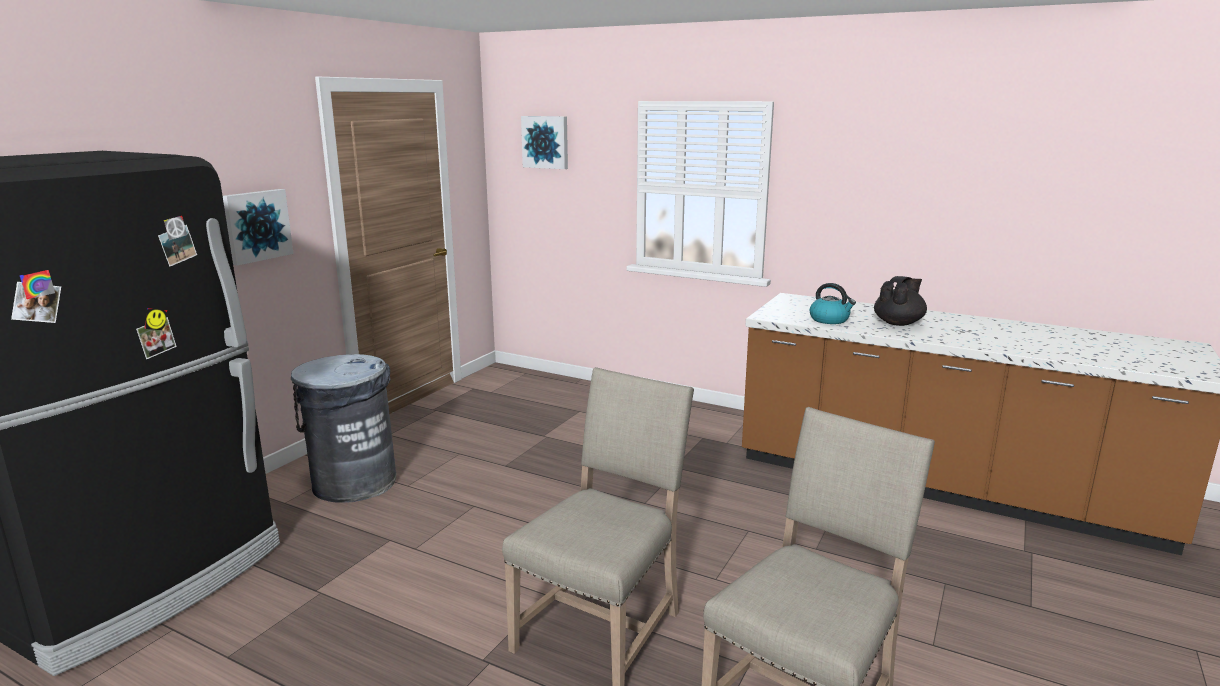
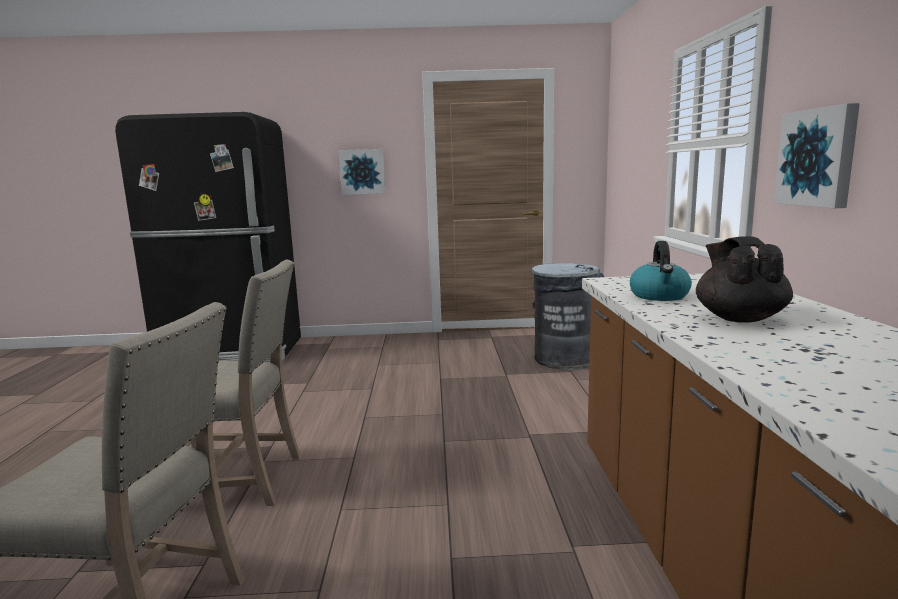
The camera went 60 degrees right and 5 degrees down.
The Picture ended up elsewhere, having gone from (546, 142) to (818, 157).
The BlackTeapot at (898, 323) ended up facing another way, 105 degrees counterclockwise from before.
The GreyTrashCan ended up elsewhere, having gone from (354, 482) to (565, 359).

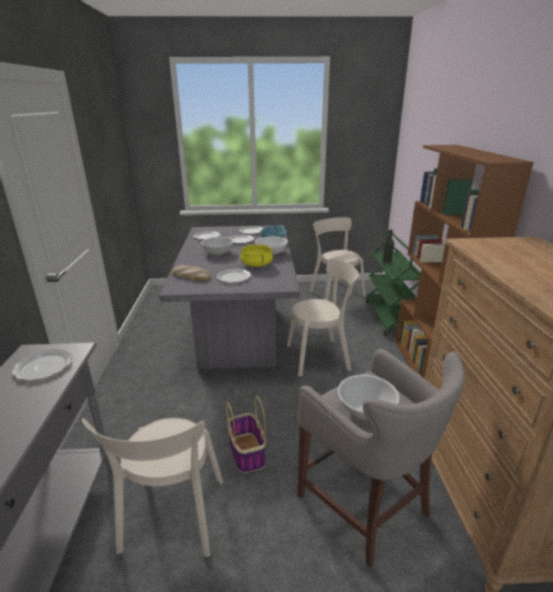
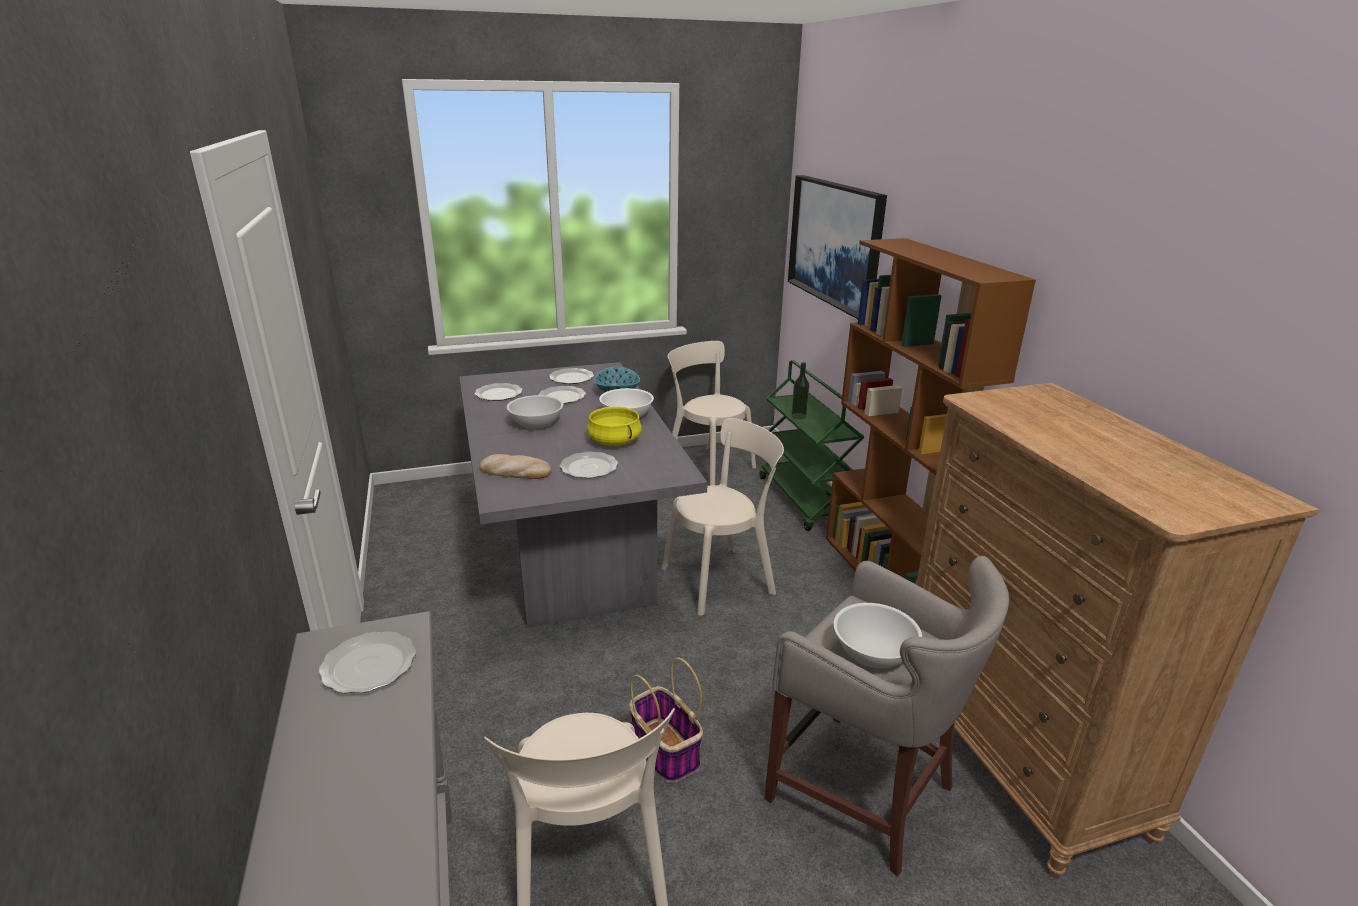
The camera went 15 degrees left and 0 degrees up.
The second view gained the Picture at (835, 243).

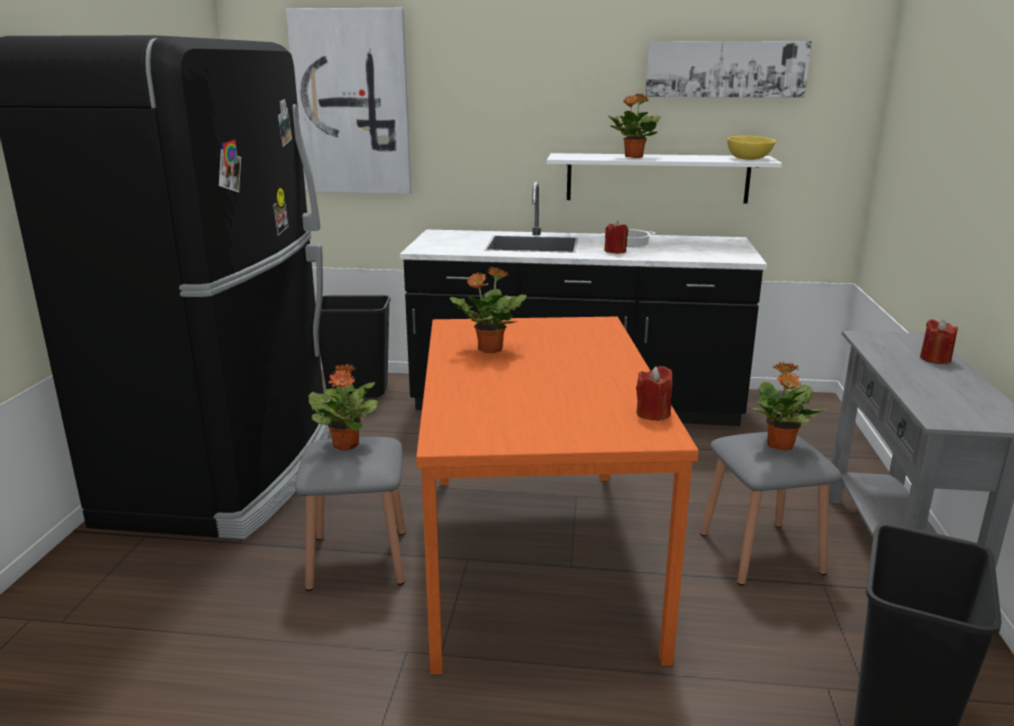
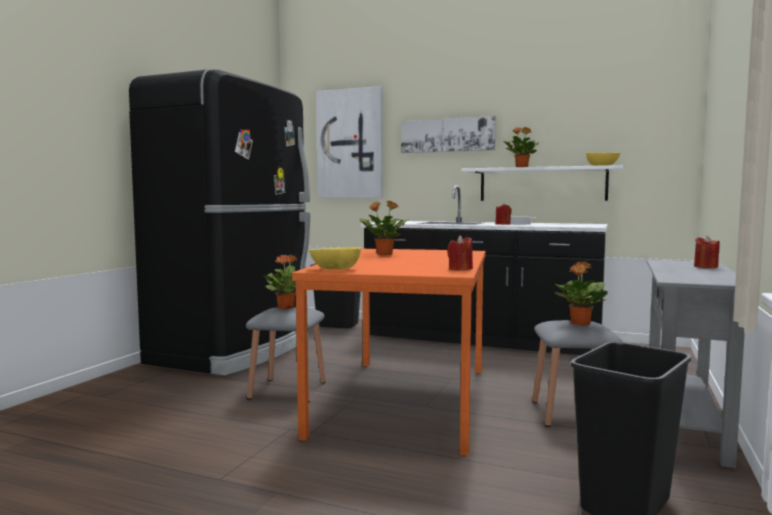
The camera went 15 degrees right and 15 degrees down.
The Picture ended up elsewhere, having gone from (725, 69) to (447, 135).
The second view gained the YellowBowl at (336, 269).

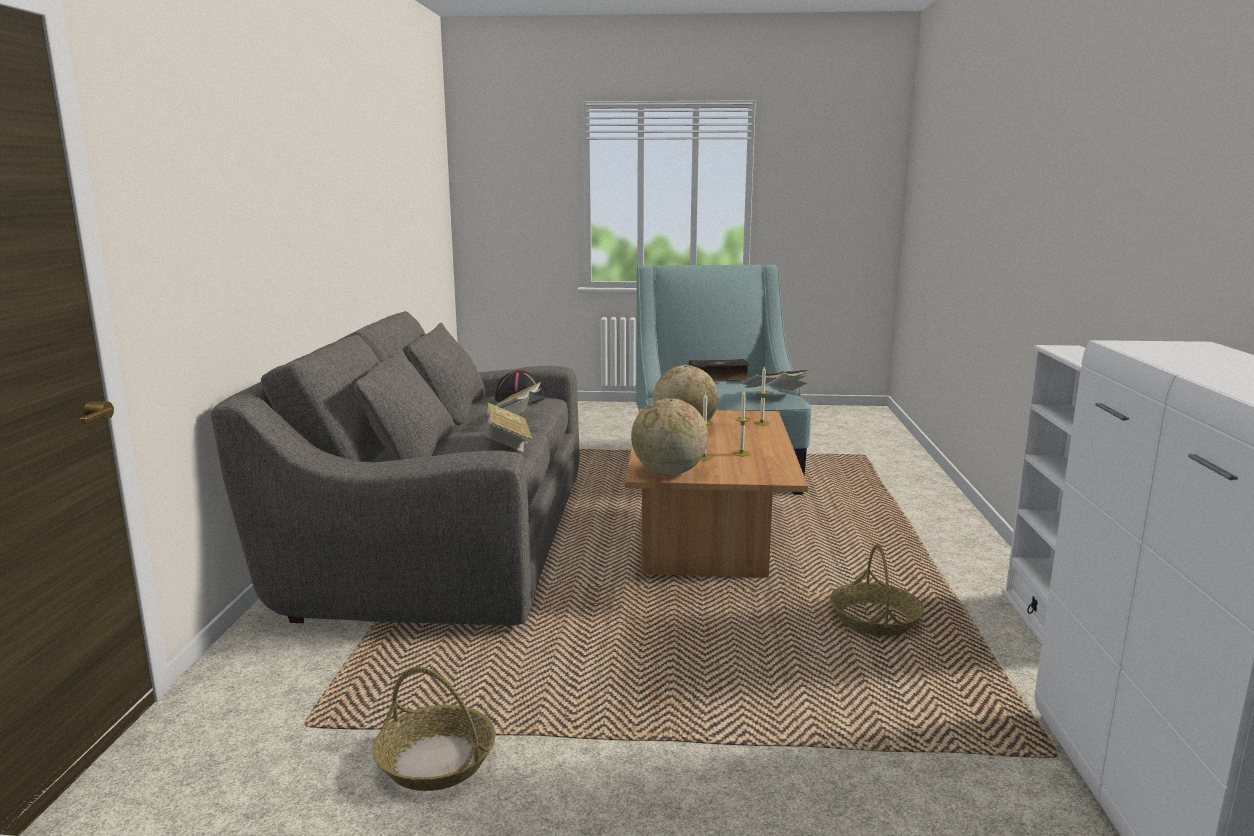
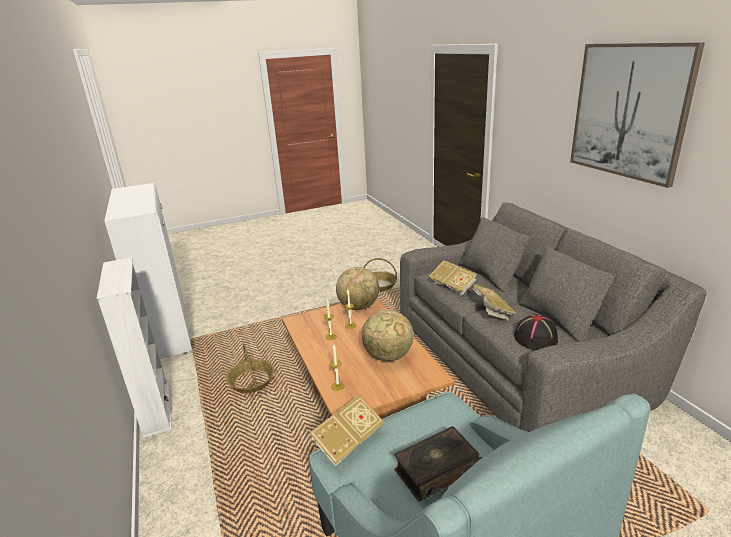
The camera went 155 degrees right and 10 degrees up.
The second view gained the Picture at (629, 111).

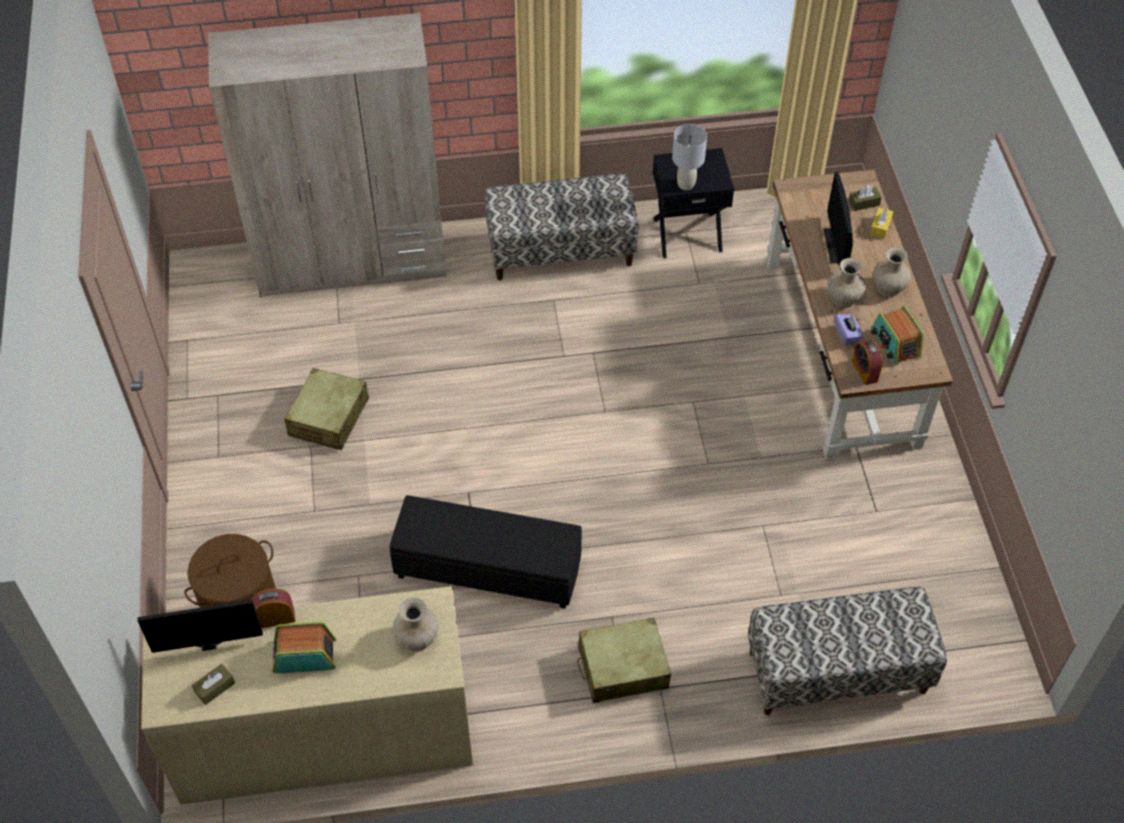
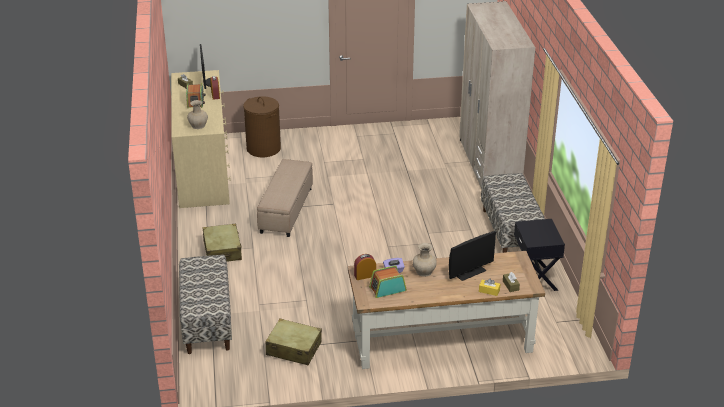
The camera went 90 degrees right and 20 degrees down.
The second view lost the GreyTableLamp at (685, 184).
The Monitor at (837, 245) ended up facing another way, 150 degrees clockwise from before.
The second view lost the BeigeVase at (887, 287).
The BeigeSuitcase ended up elsewhere, having gone from (328, 418) to (293, 349).
What was the BlackOttoman at (487, 569) turned into the BeigeOttoman at (285, 210).

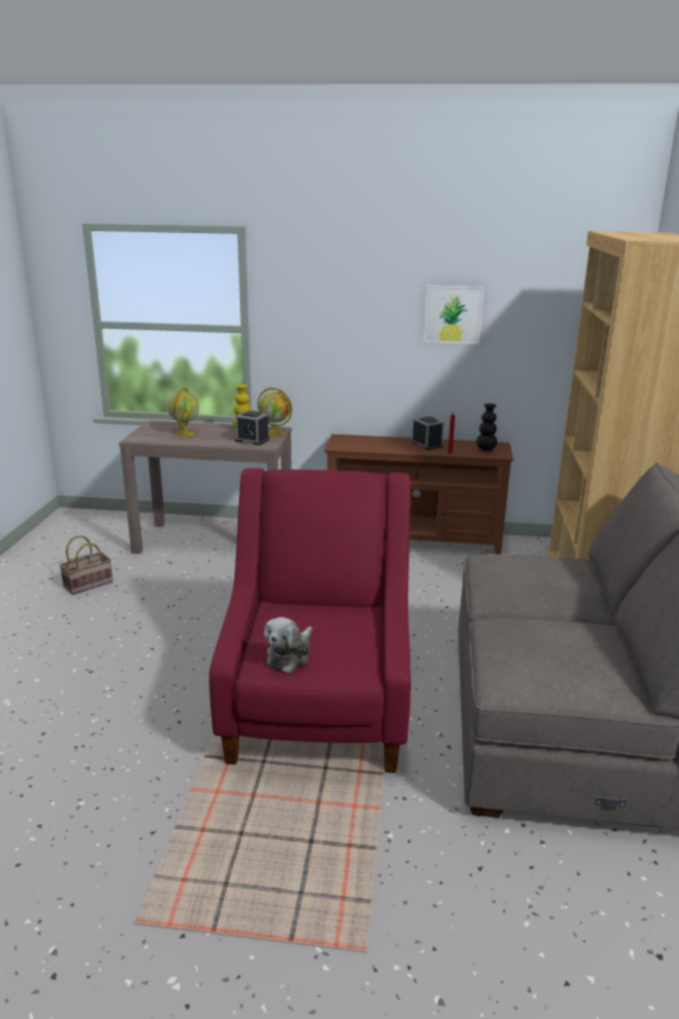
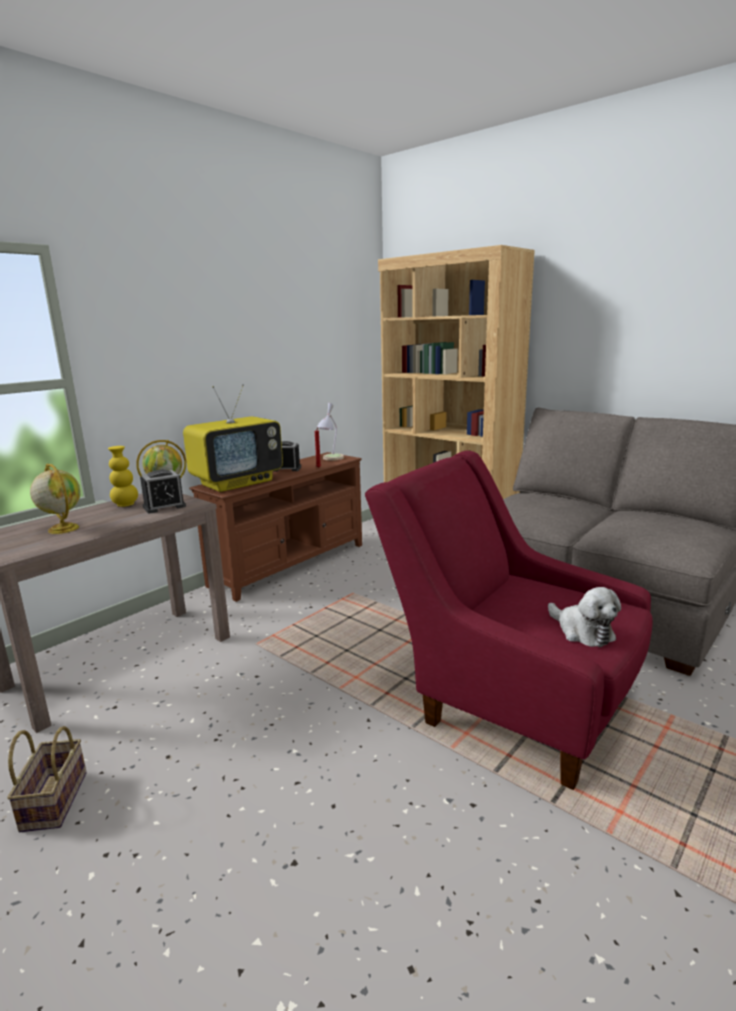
The camera went 55 degrees left and 5 degrees down.
The second view lost the Picture at (453, 314).
Where the BlackVase stood at (486, 449), the TableLamp came to stand at (330, 459).
The second view gained the Television at (237, 482).

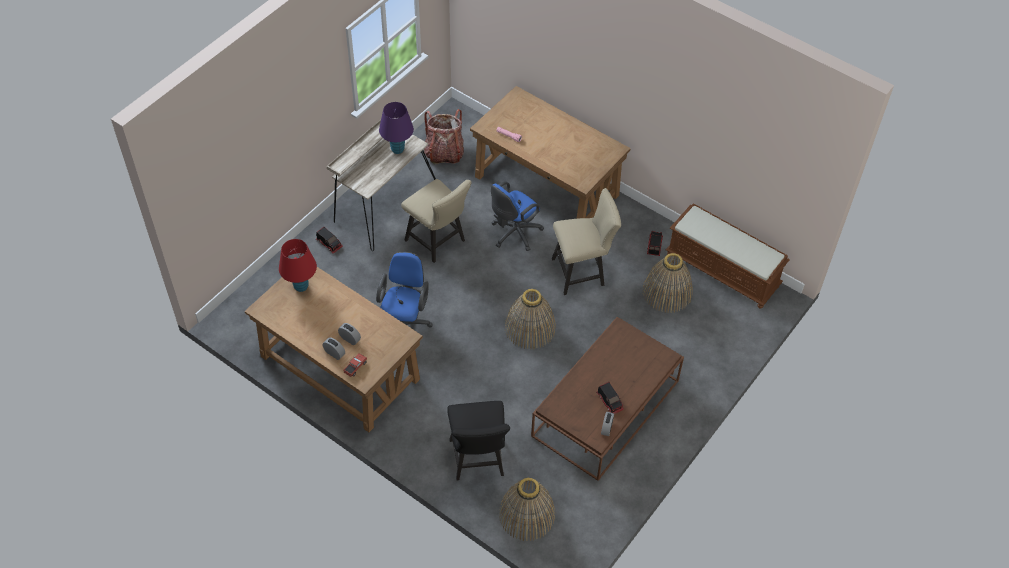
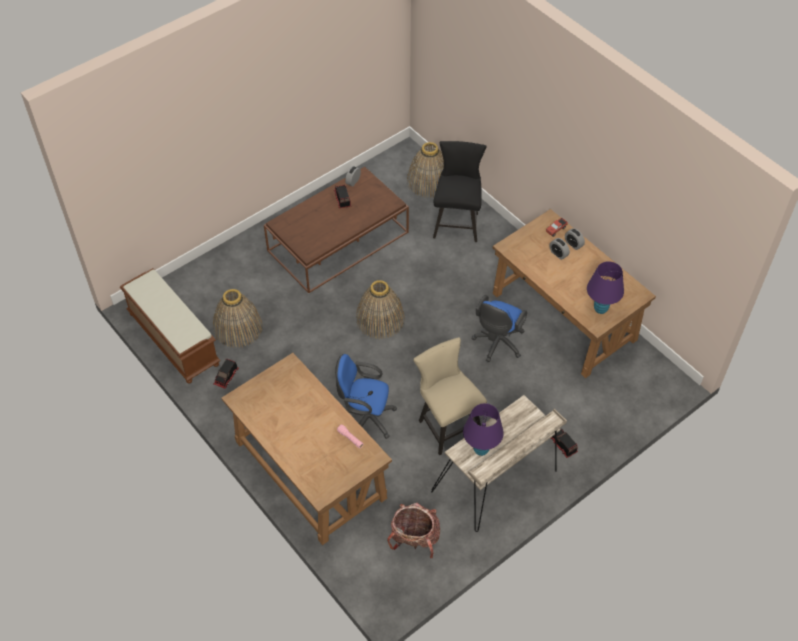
The camera went 165 degrees left and 0 degrees up.
The BlueOfficeChair at (513, 234) ended up facing another way, 135 degrees counterclockwise from before.
The second view lost the BeigeChair at (582, 272).
What was the RedTableLamp at (301, 286) turned into the PurpleTableLamp at (600, 309).

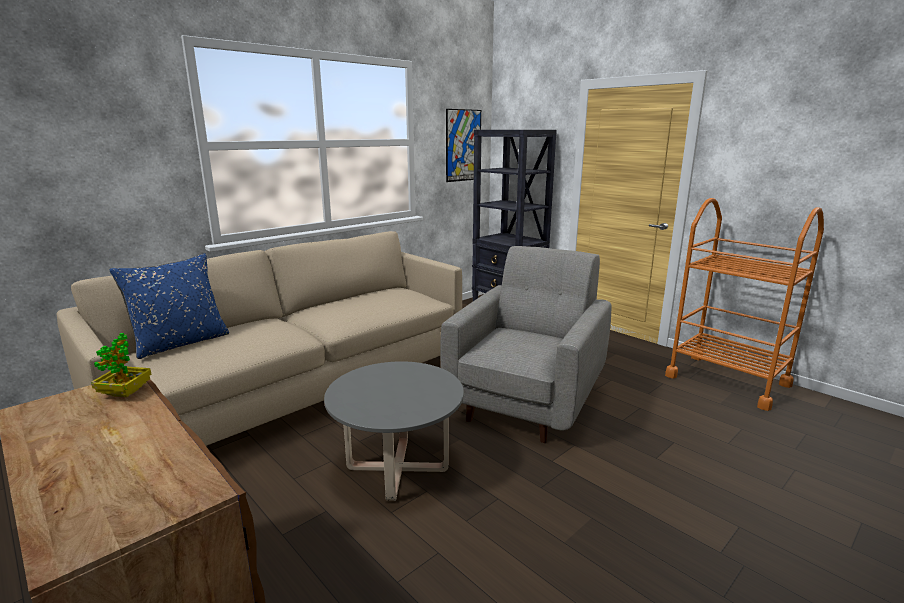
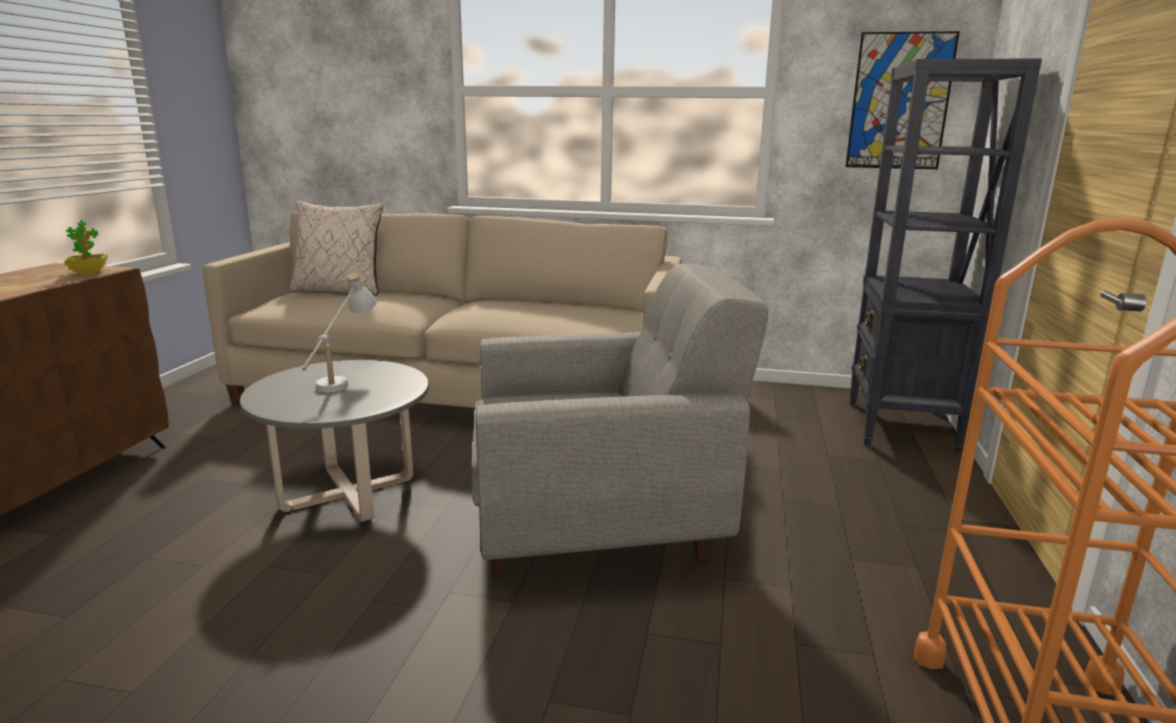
The camera went 55 degrees right and 0 degrees up.
What was the BluePillow at (181, 343) turned into the BeigePillow at (339, 291).
The second view gained the WhiteTableLamp at (343, 379).

